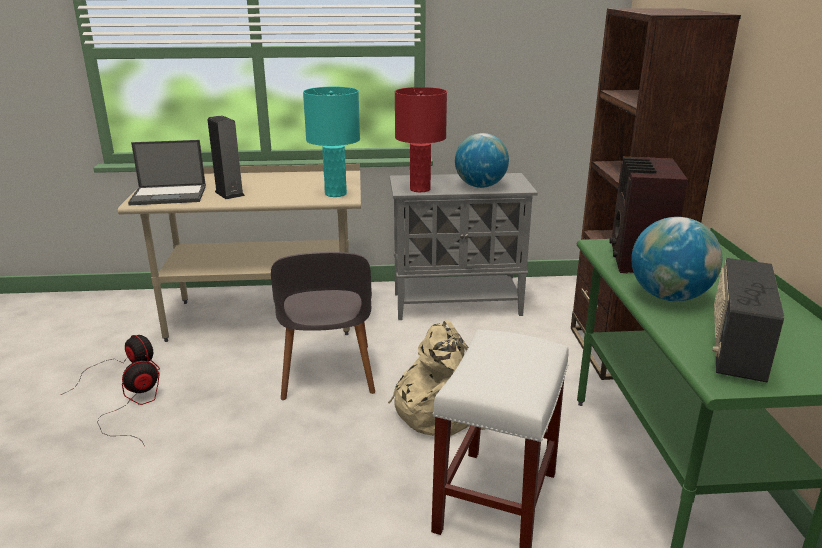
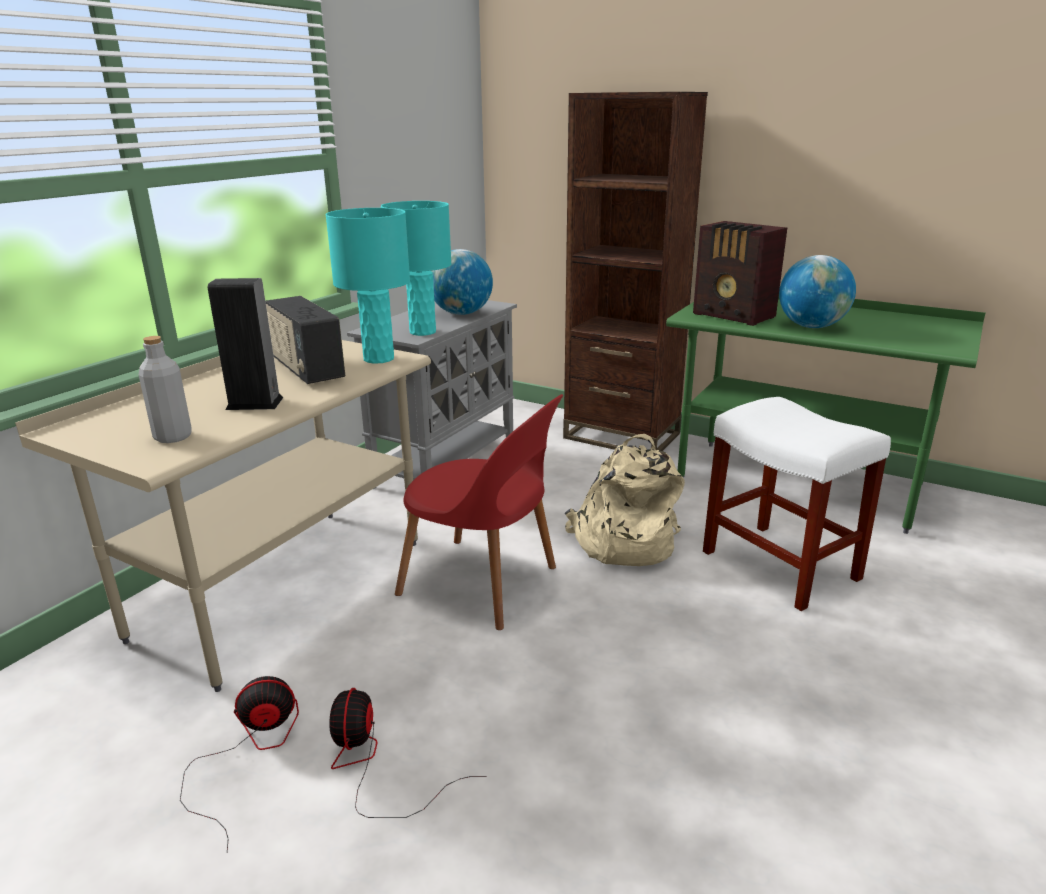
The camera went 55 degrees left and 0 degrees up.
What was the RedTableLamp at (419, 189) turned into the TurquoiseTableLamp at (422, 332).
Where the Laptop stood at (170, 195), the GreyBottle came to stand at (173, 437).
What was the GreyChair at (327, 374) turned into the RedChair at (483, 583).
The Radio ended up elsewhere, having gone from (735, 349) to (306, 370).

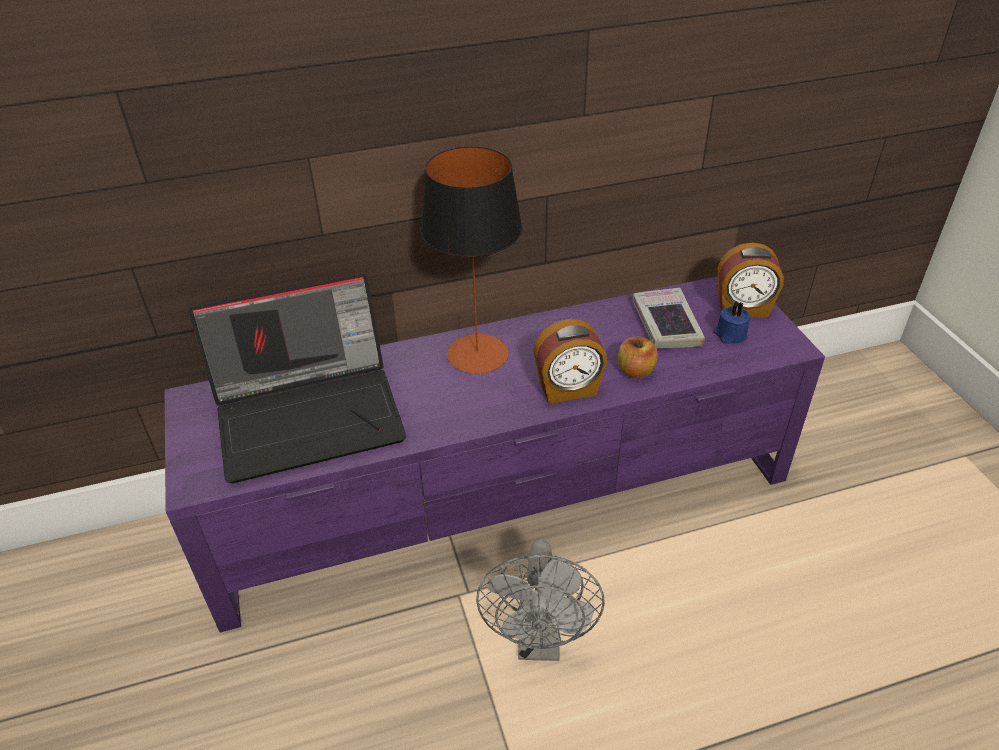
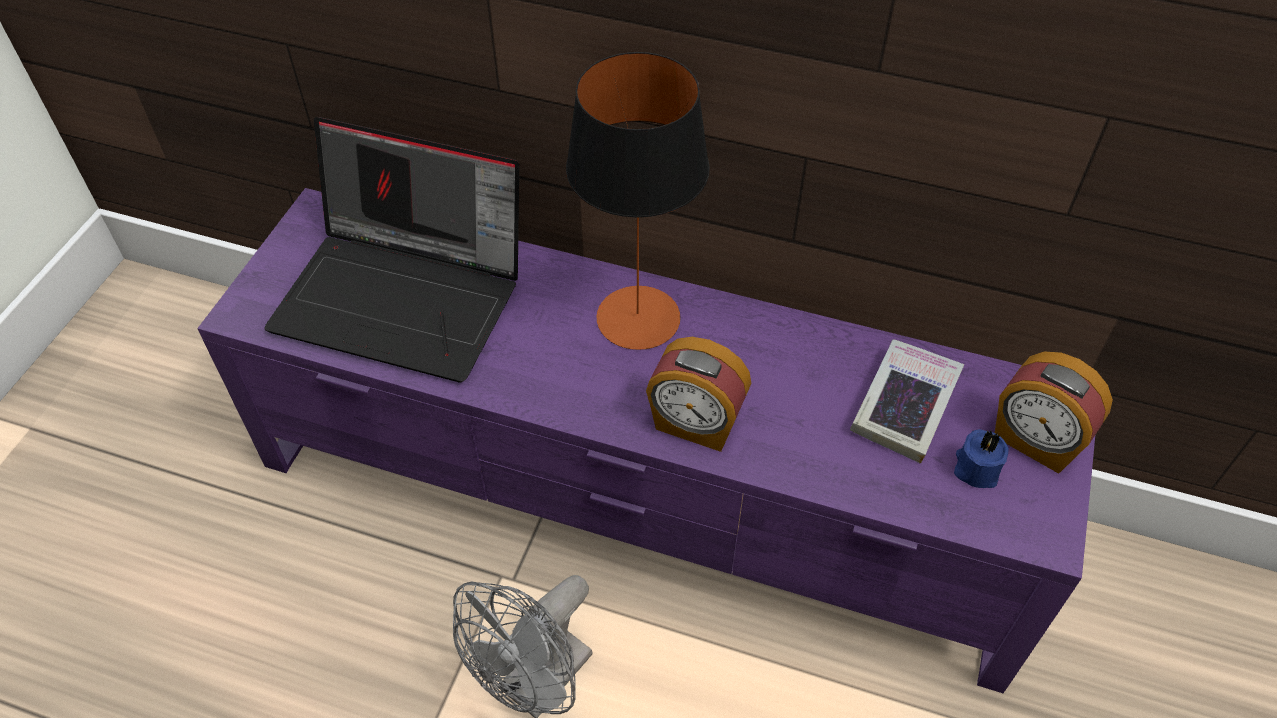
The camera went 35 degrees right and 10 degrees up.
The second view lost the Apple at (635, 371).

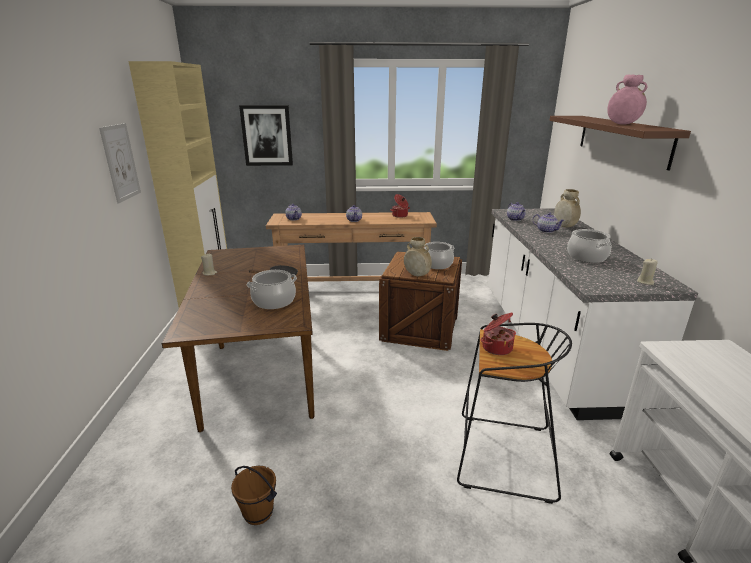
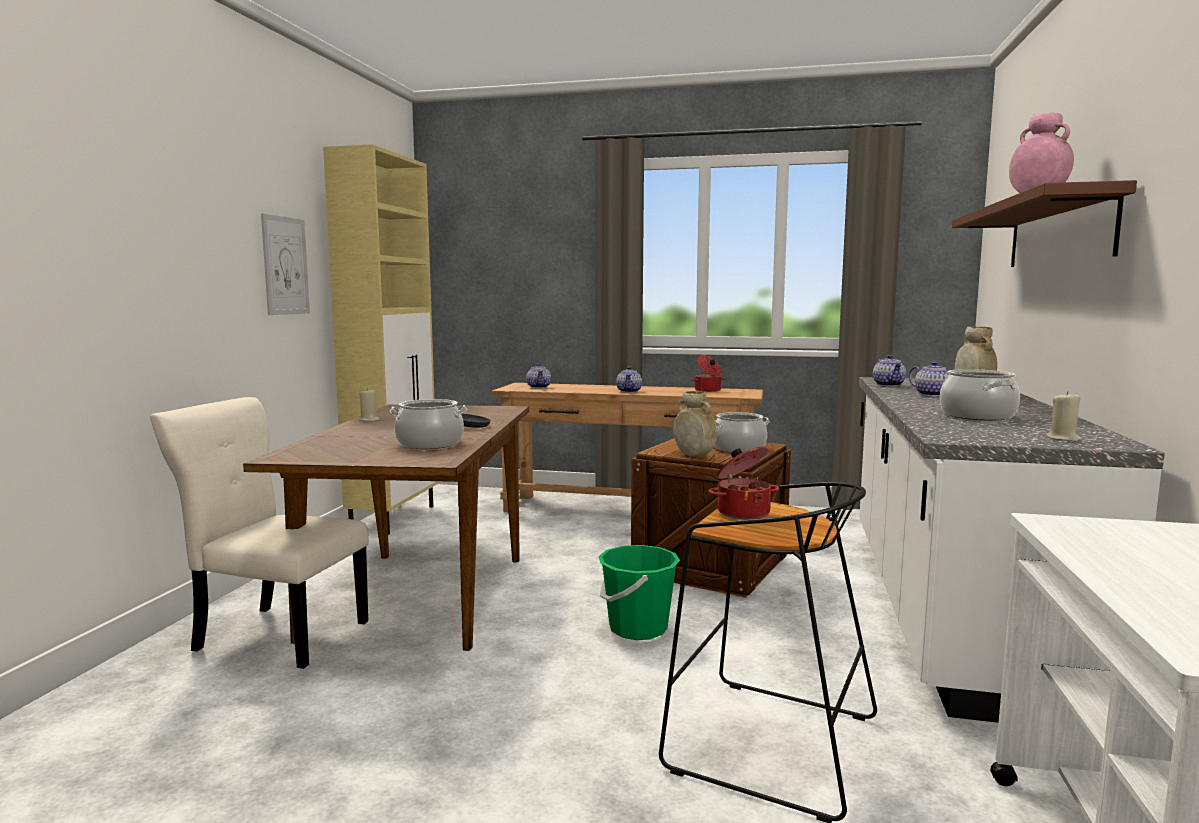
The camera went 15 degrees right and 15 degrees down.
The second view lost the Picture at (267, 135).
The second view lost the BrownBucket at (258, 513).
The second view gained the BeigeChair at (277, 635).
The second view gained the GreenBucket at (637, 628).

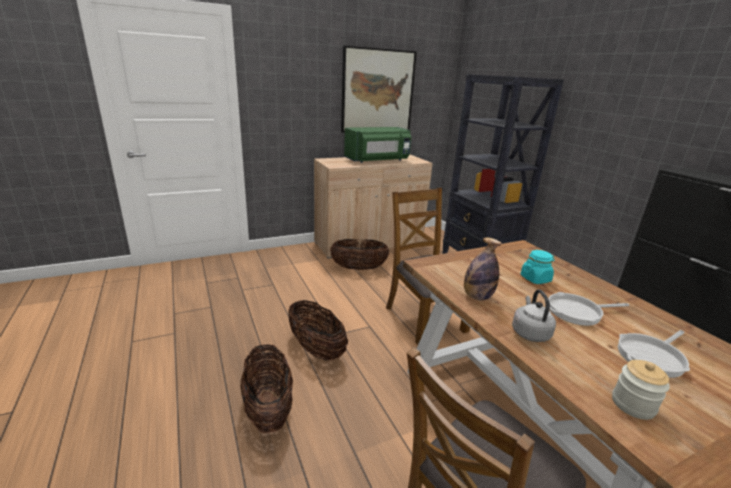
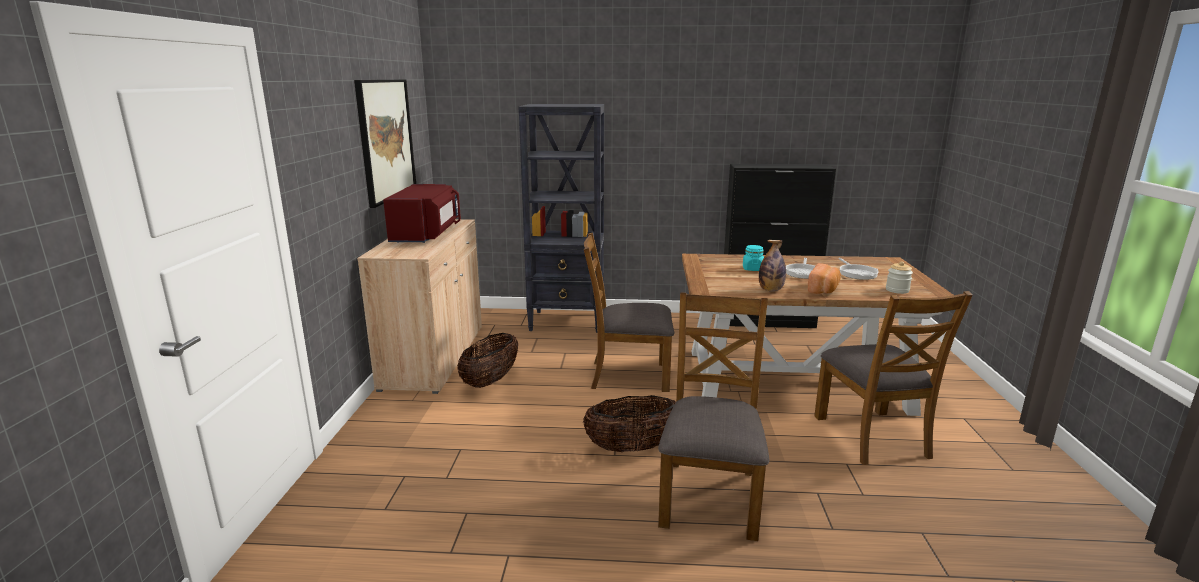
The camera went 60 degrees left and 5 degrees down.
What was the GreenMicrowave at (378, 160) turned into the RedMicrowave at (427, 234).
Where the GreyKettle stood at (529, 332), the Bread came to stand at (823, 290).
Where the Basket stood at (268, 408), the BrownChair came to stand at (709, 497).

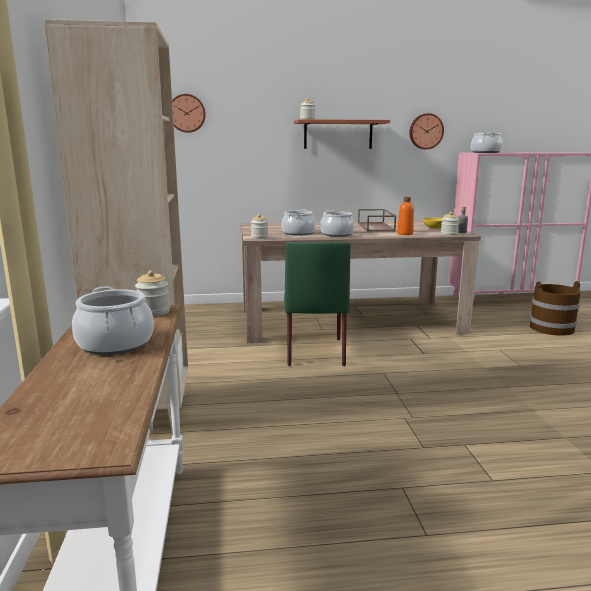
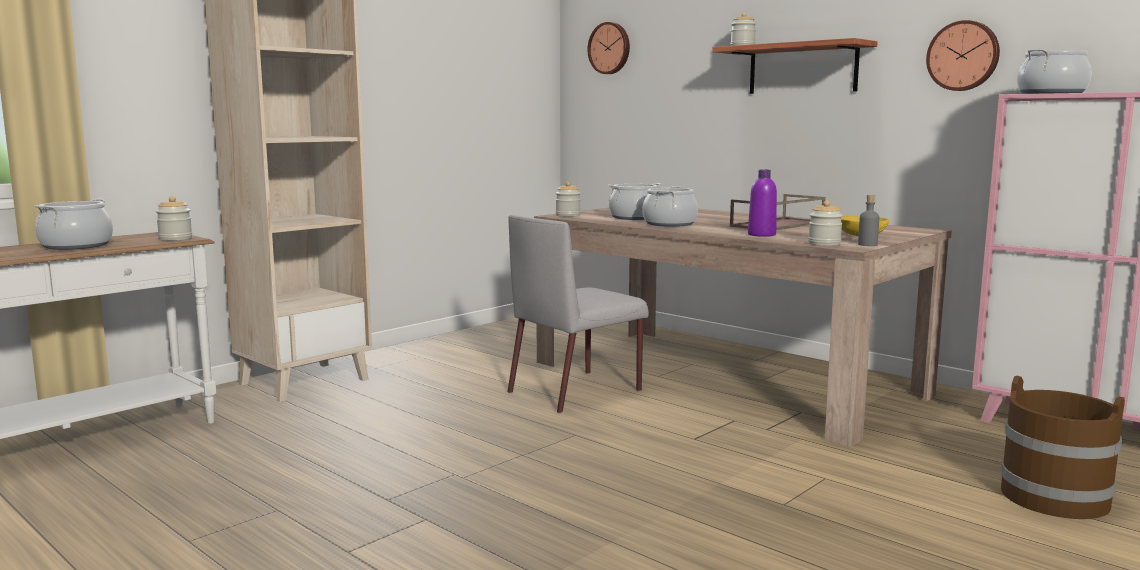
The camera went 50 degrees right and 5 degrees down.
What was the OrangeBottle at (405, 234) turned into the PurpleBottle at (761, 234).
What was the GreenChair at (315, 351) turned into the GreyChair at (576, 391).

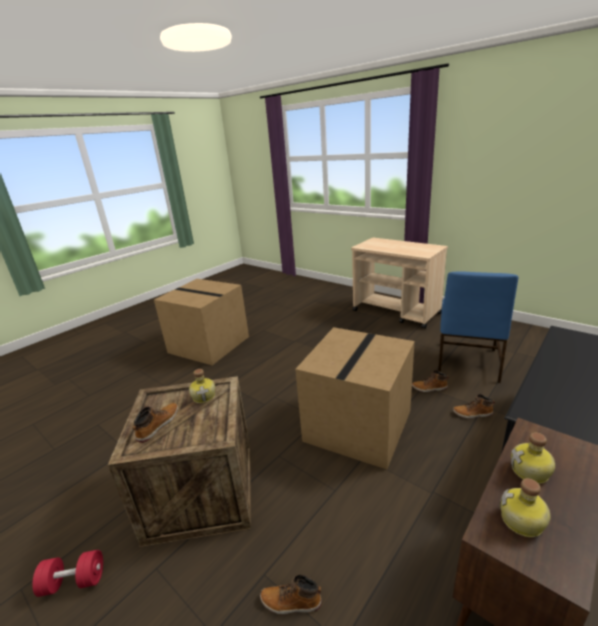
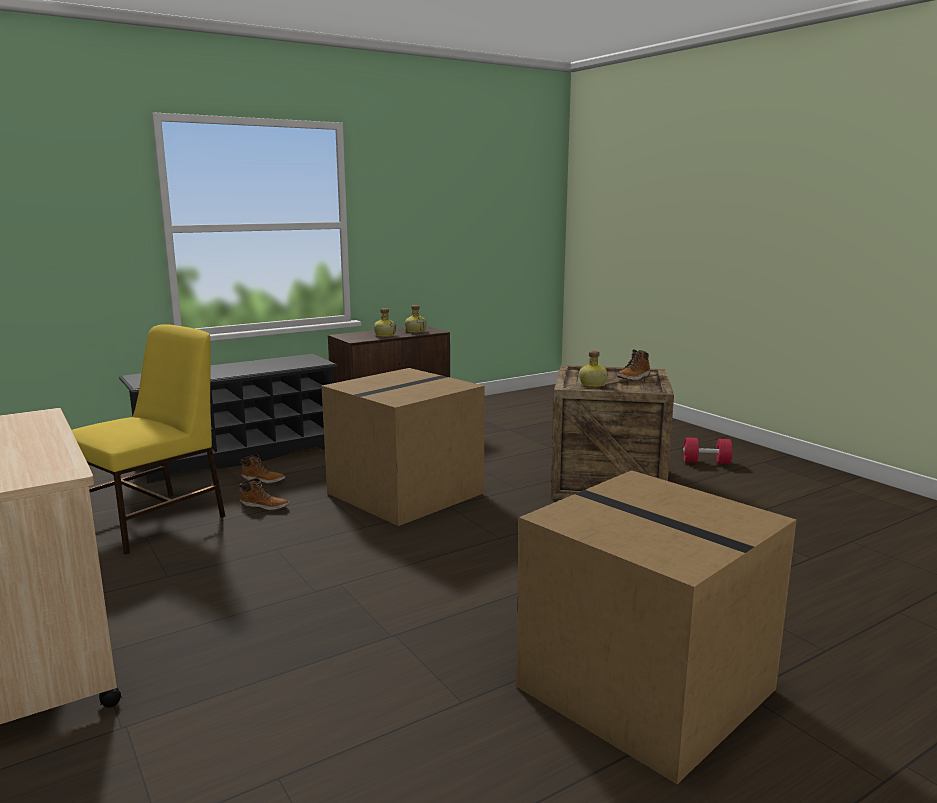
The camera went 165 degrees left and 10 degrees down.
What was the BlueChair at (466, 362) turned into the YellowChair at (154, 521).
The second view lost the Boot at (291, 602).

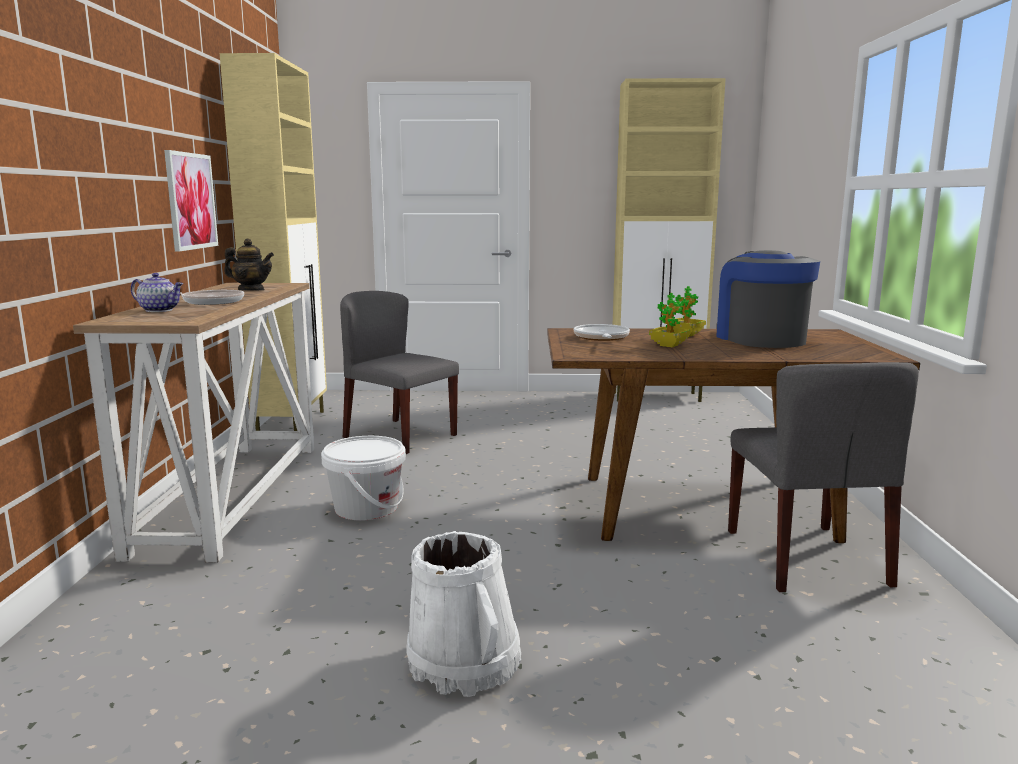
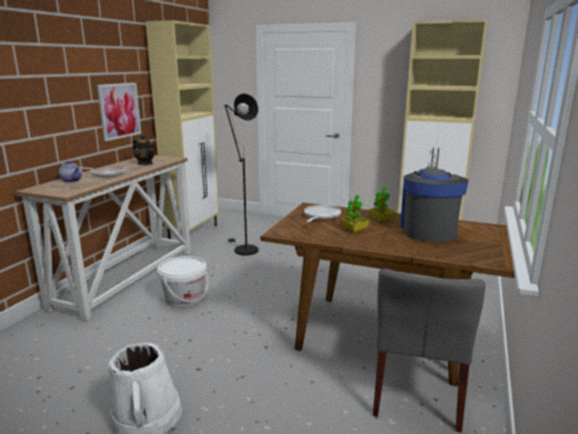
The camera went 20 degrees right and 5 degrees up.
Where the GreyChair stood at (399, 436), the BlackFloorLamp came to stand at (243, 249).

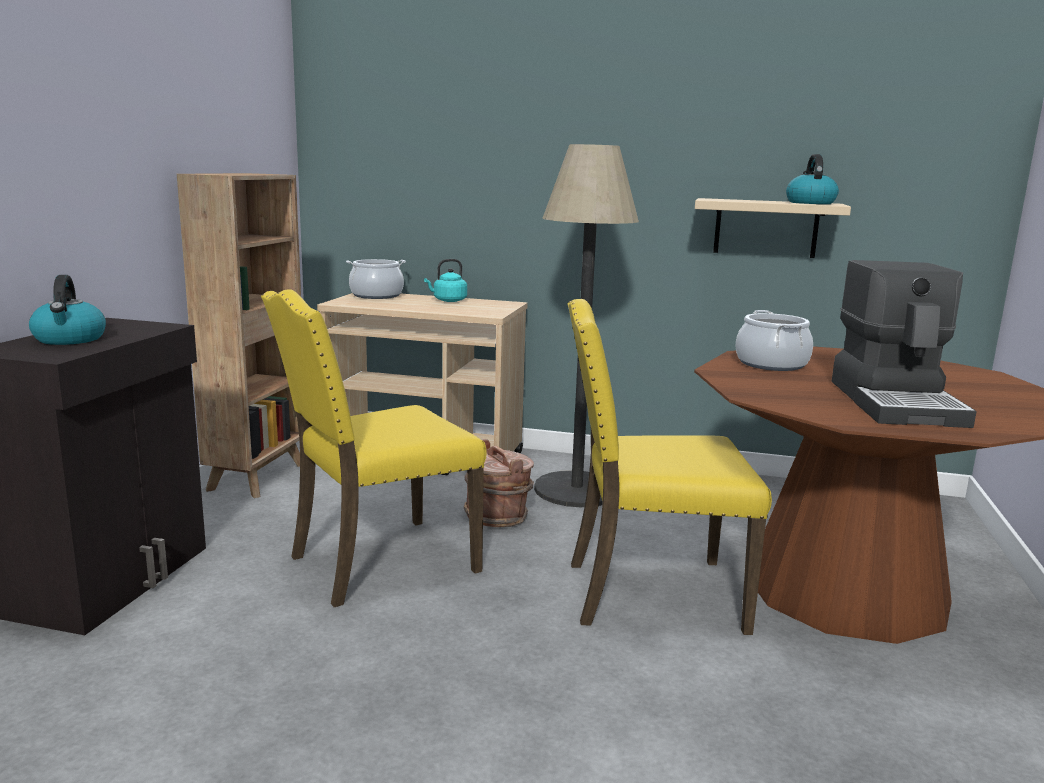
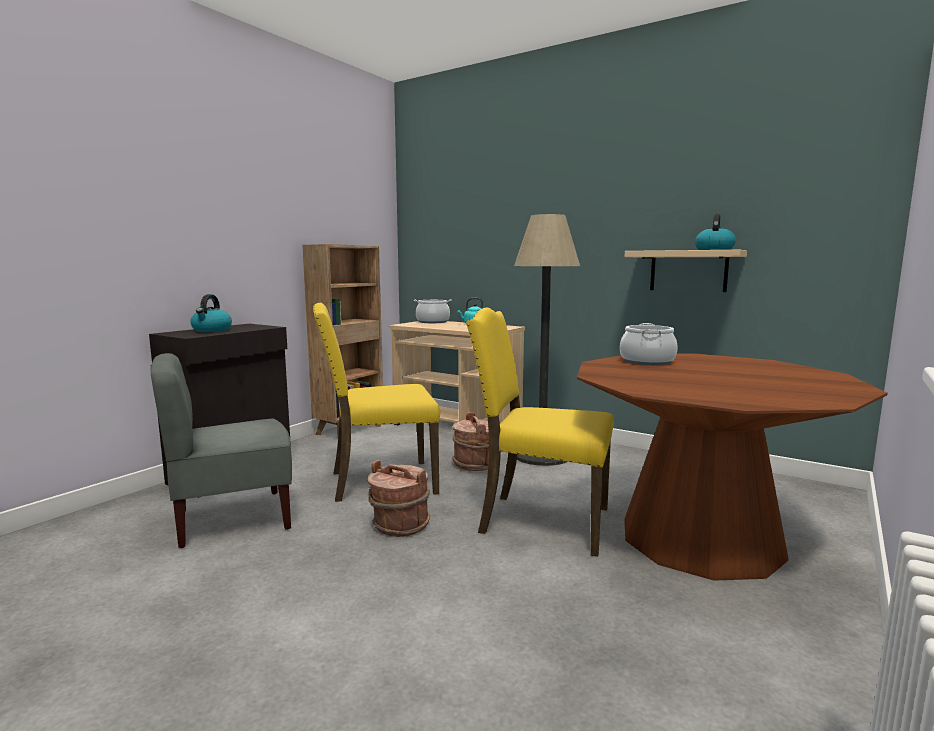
The camera went 20 degrees right and 5 degrees down.
The second view lost the CoffeeMachine at (897, 402).
The second view gained the GreyChair at (232, 519).
The second view gained the BrownBucket at (399, 525).

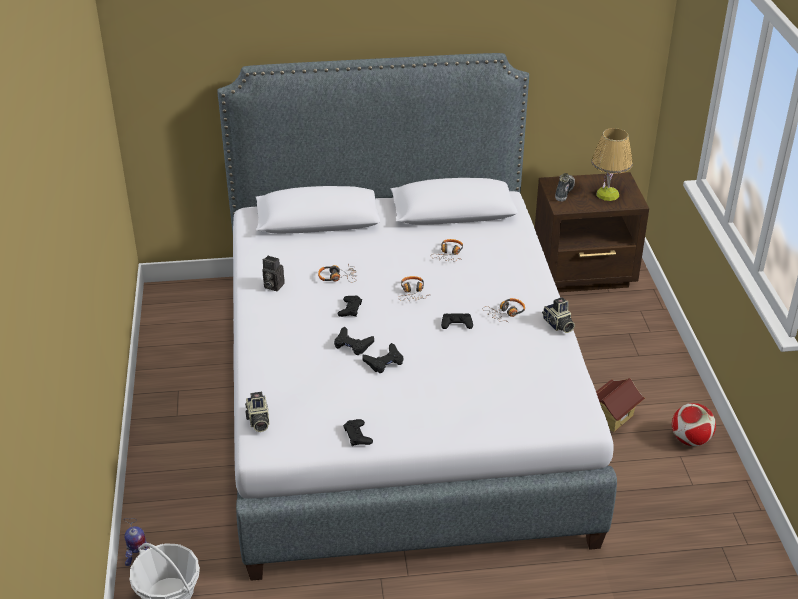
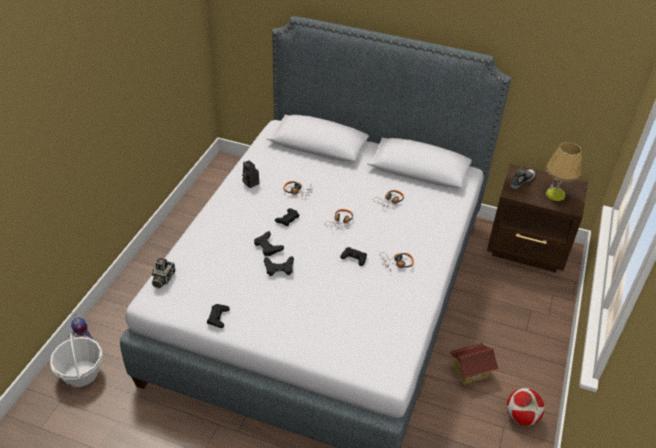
The camera went 25 degrees right and 5 degrees up.
The second view lost the PhotoCamera at (558, 325).

